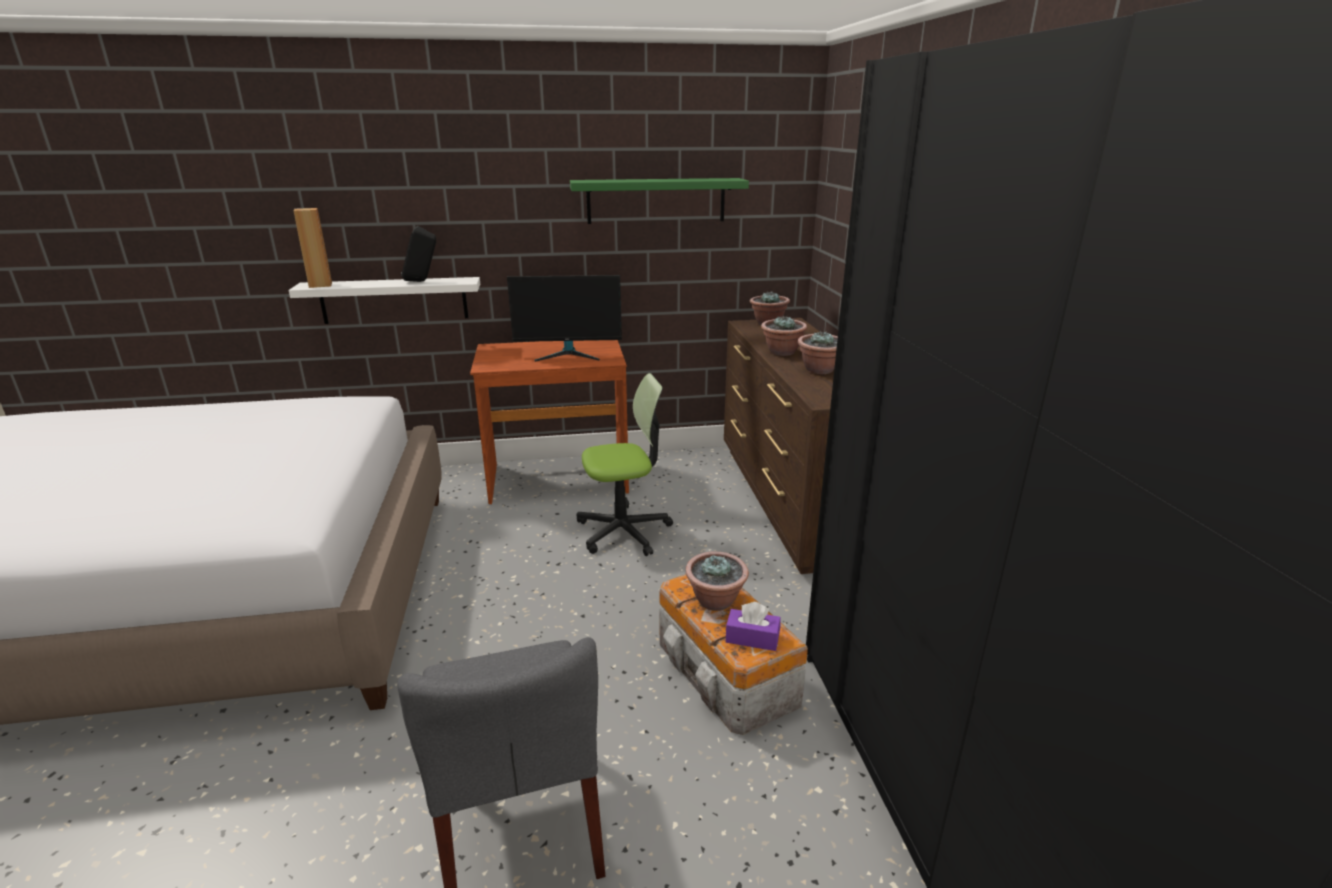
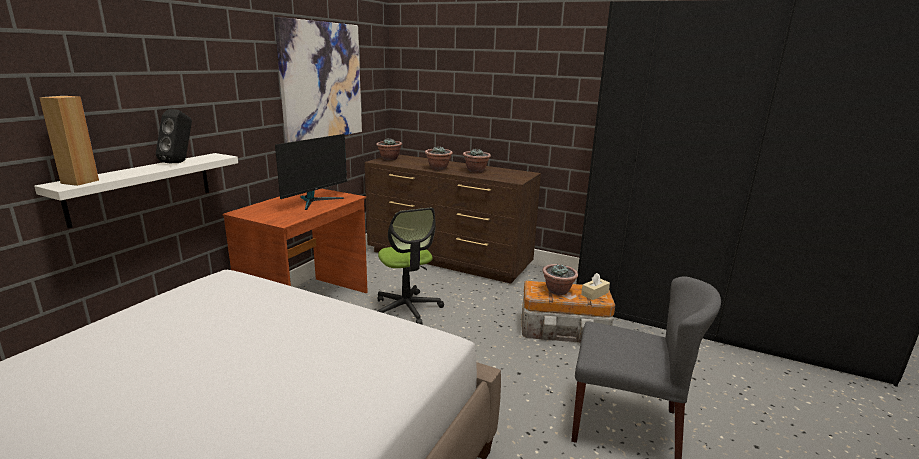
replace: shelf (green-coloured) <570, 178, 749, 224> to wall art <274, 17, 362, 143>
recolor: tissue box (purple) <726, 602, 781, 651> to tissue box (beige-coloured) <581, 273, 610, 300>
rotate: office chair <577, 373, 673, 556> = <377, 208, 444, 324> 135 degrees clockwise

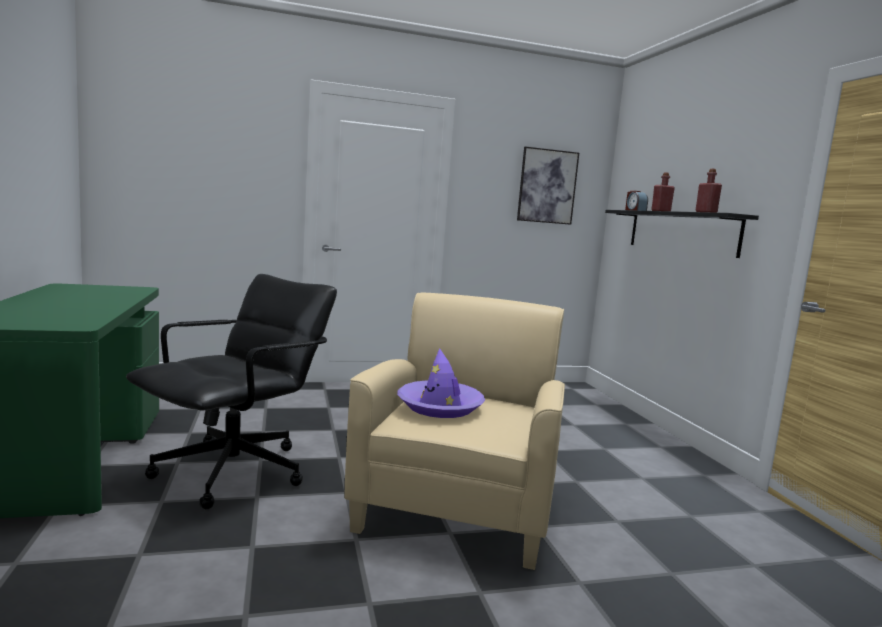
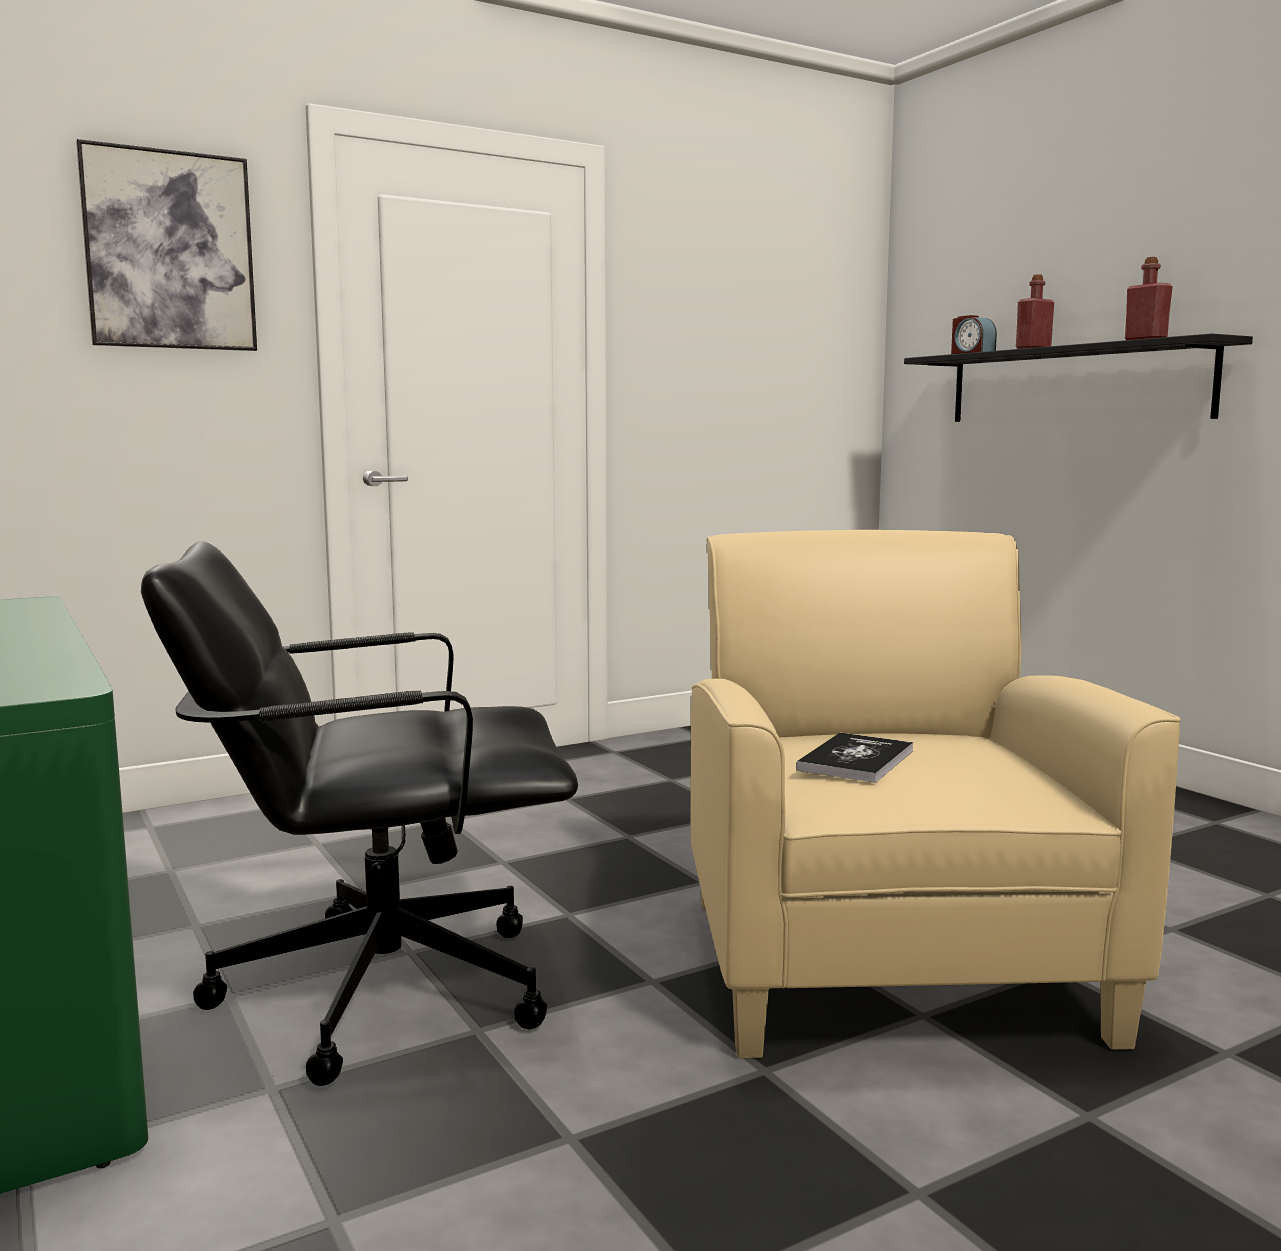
move: wall art <517, 146, 579, 225> to <76, 139, 257, 351>
replace: hat (purple) <397, 348, 485, 418> to volume <796, 733, 913, 783>
rotate: office chair (black) <126, 274, 337, 509> = <141, 541, 578, 1086> 120 degrees counterclockwise

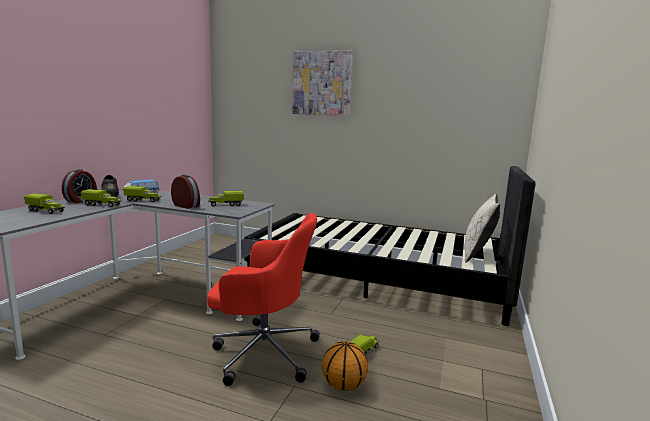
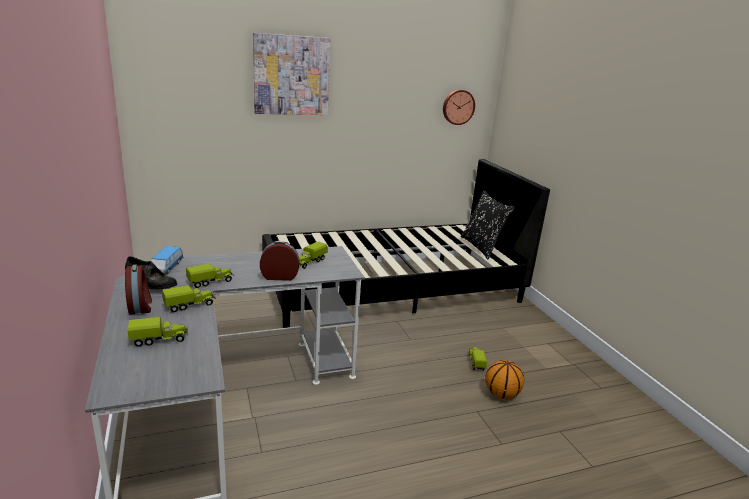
delete: office chair (red-coloured) <207, 213, 320, 386>
insert: wall clock <443, 90, 475, 125>
recolor: pillow (beige-coloured) <465, 194, 500, 263> to pillow (black) <461, 190, 515, 259>

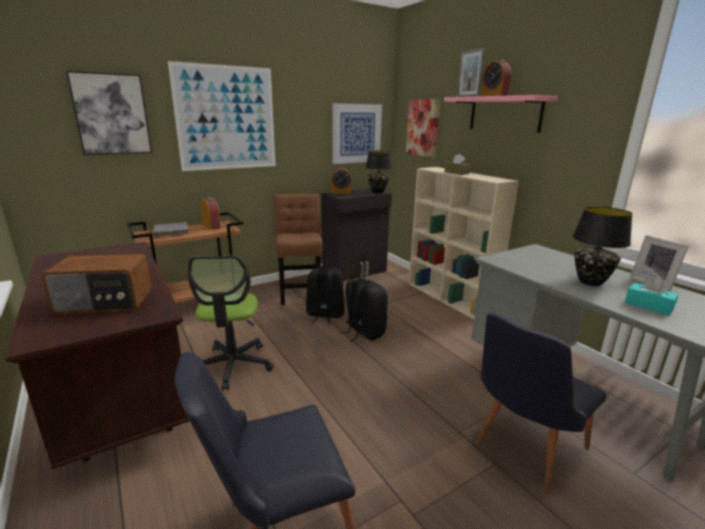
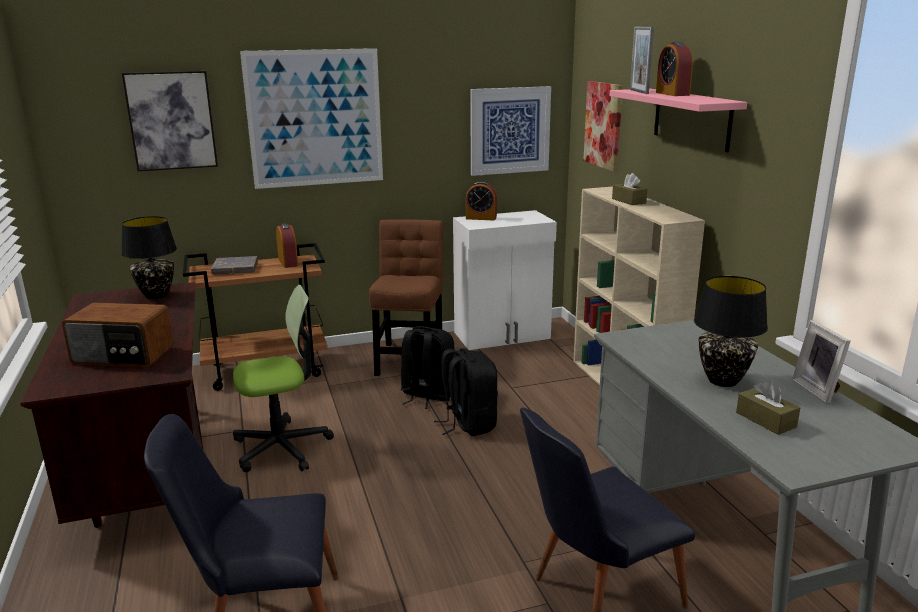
move: tabletop lamp (black) <366, 151, 392, 193> to <121, 216, 177, 299>
recolor: storage cabinet (black) <322, 188, 392, 281> to storage cabinet (white-coloured) <453, 210, 557, 350>; tissue box (turquoise) <625, 276, 679, 315> to tissue box (brownish) <736, 380, 800, 435>
rotate: office chair <188, 256, 274, 391> = <233, 285, 334, 472> 120 degrees counterclockwise

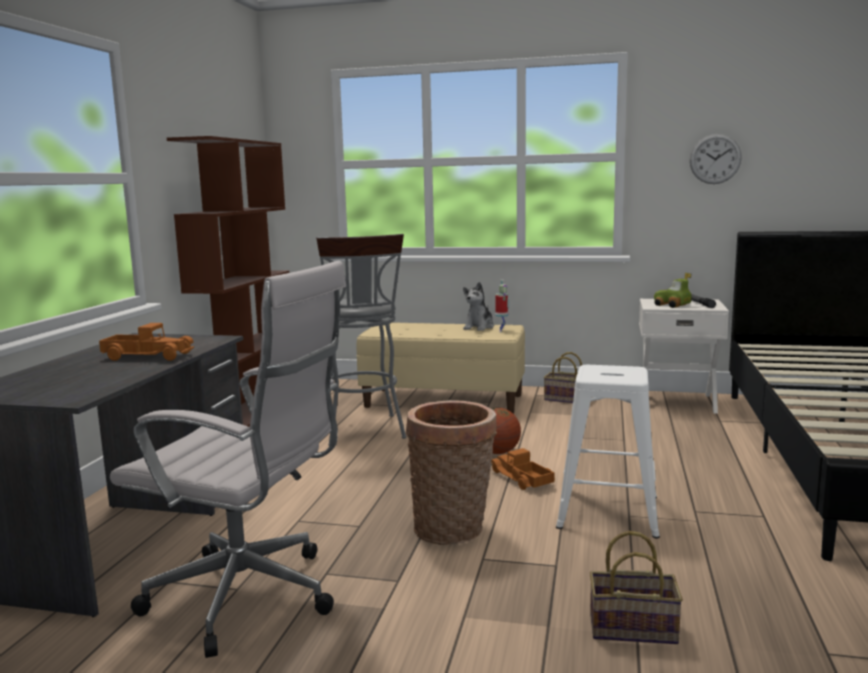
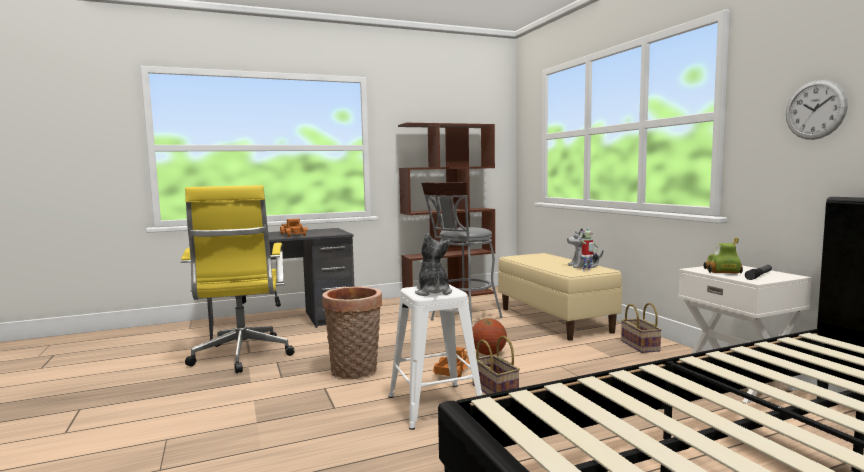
insert: plush toy <415, 233, 452, 296>
move: household basket <590, 531, 683, 644> to <473, 336, 520, 394>
recolor: office chair (white-coloured) <110, 261, 346, 658> to office chair (yellow-coloured) <181, 185, 294, 373>

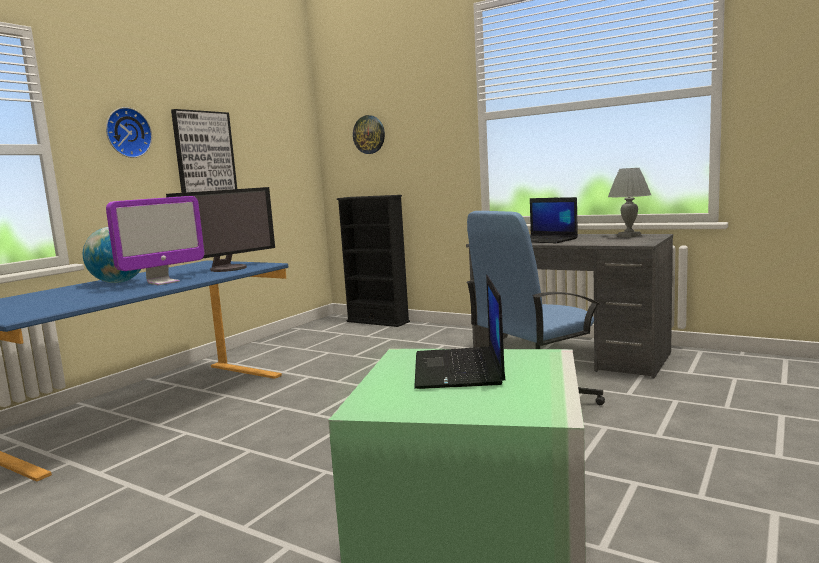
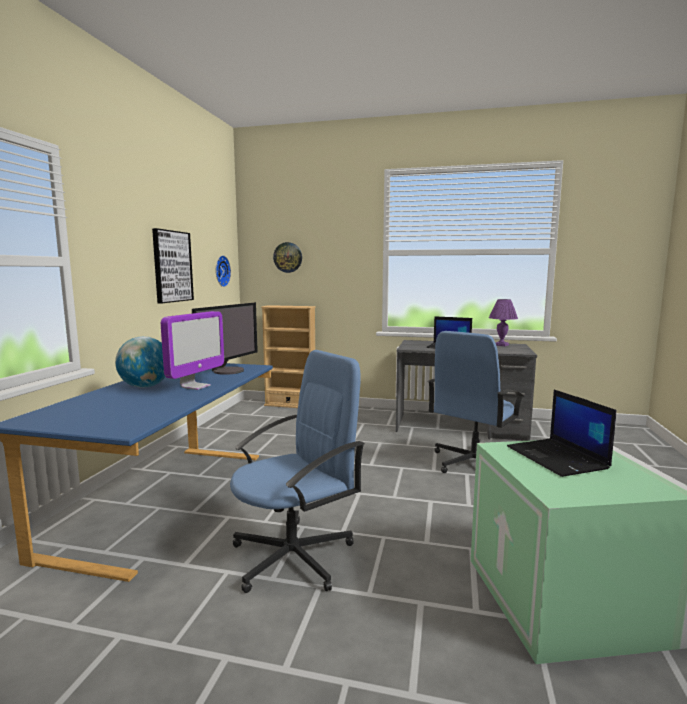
insert: office chair (bluish) <230, 350, 365, 593>
move: wall clock <106, 107, 152, 158> to <216, 255, 231, 287>
recolor: bookshelf (black) <337, 195, 410, 327> to bookshelf (beige-coloured) <261, 305, 316, 408>; tabletop lamp (greyish) <608, 168, 651, 237> to tabletop lamp (purple) <489, 299, 518, 346>

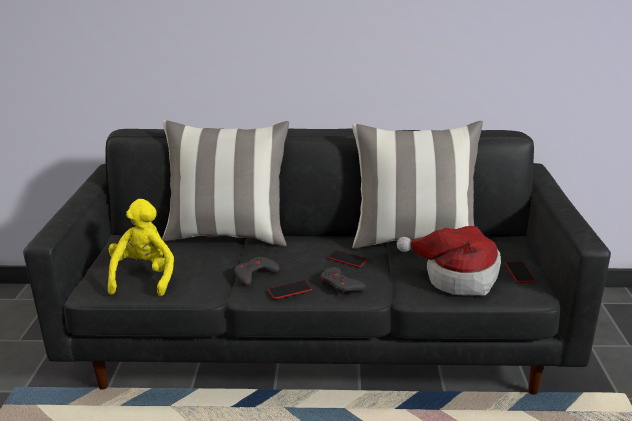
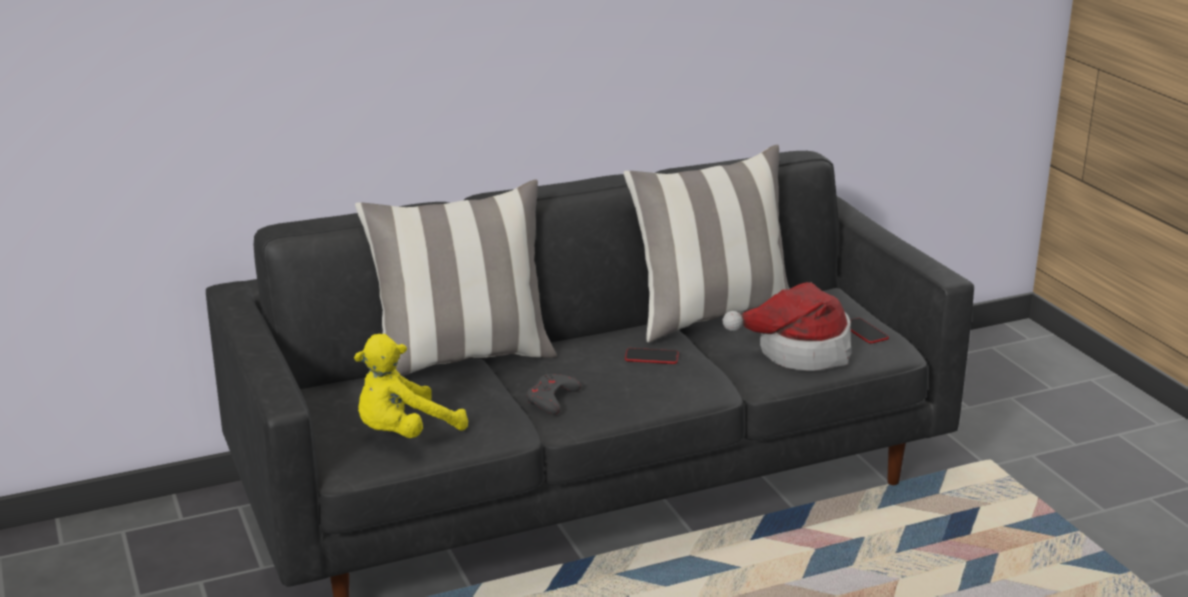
delete: phone <268, 280, 312, 299>; game controller (greyish) <320, 267, 366, 295>
rotate: plush toy (yellow-coloured) <108, 199, 174, 296> = <354, 334, 468, 438> 105 degrees counterclockwise

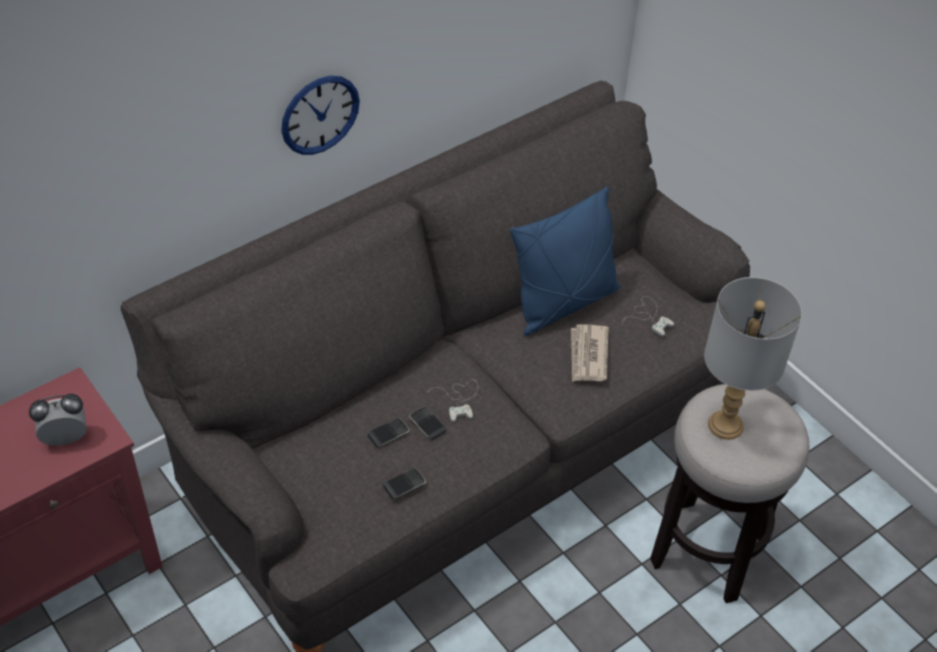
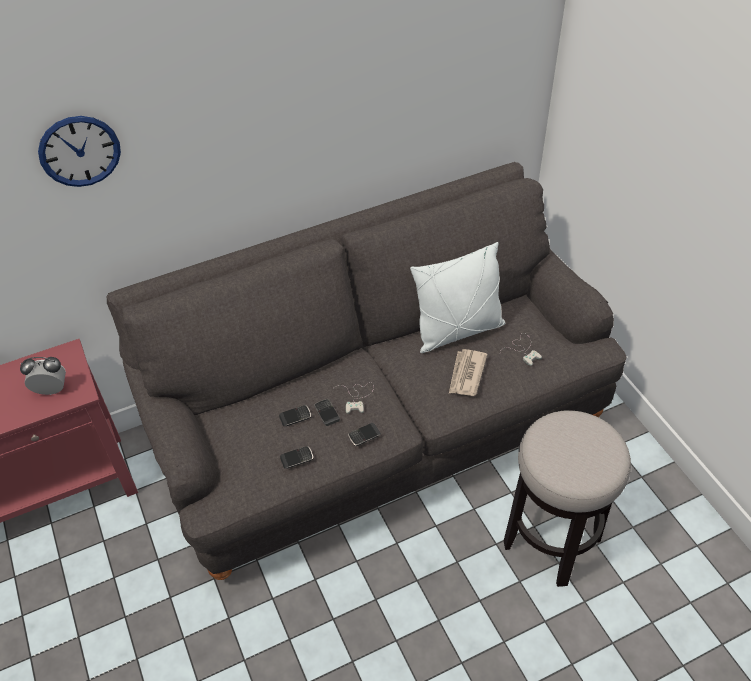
delete: tabletop lamp (greyish) <704, 277, 802, 440>
insert: phone <348, 423, 381, 446>
move: wall clock <281, 76, 360, 155> to <38, 116, 121, 187>
recolor: pillow (bluish) <510, 187, 620, 336> to pillow (white-coloured) <410, 242, 505, 353>

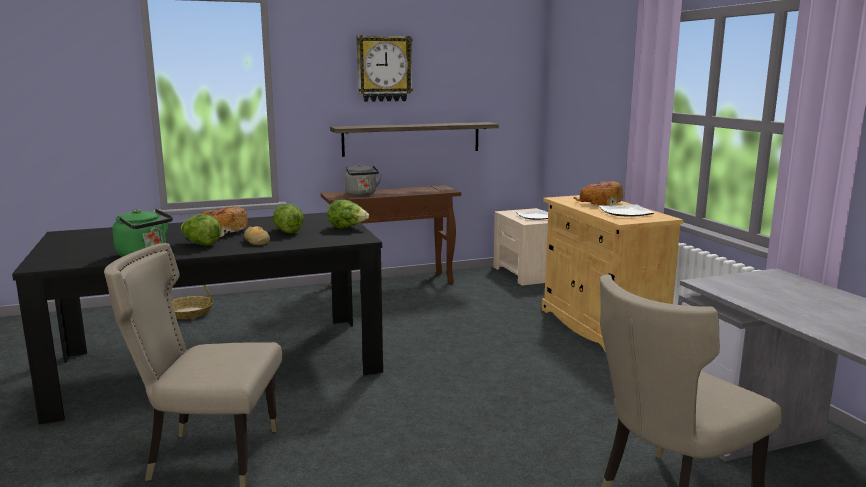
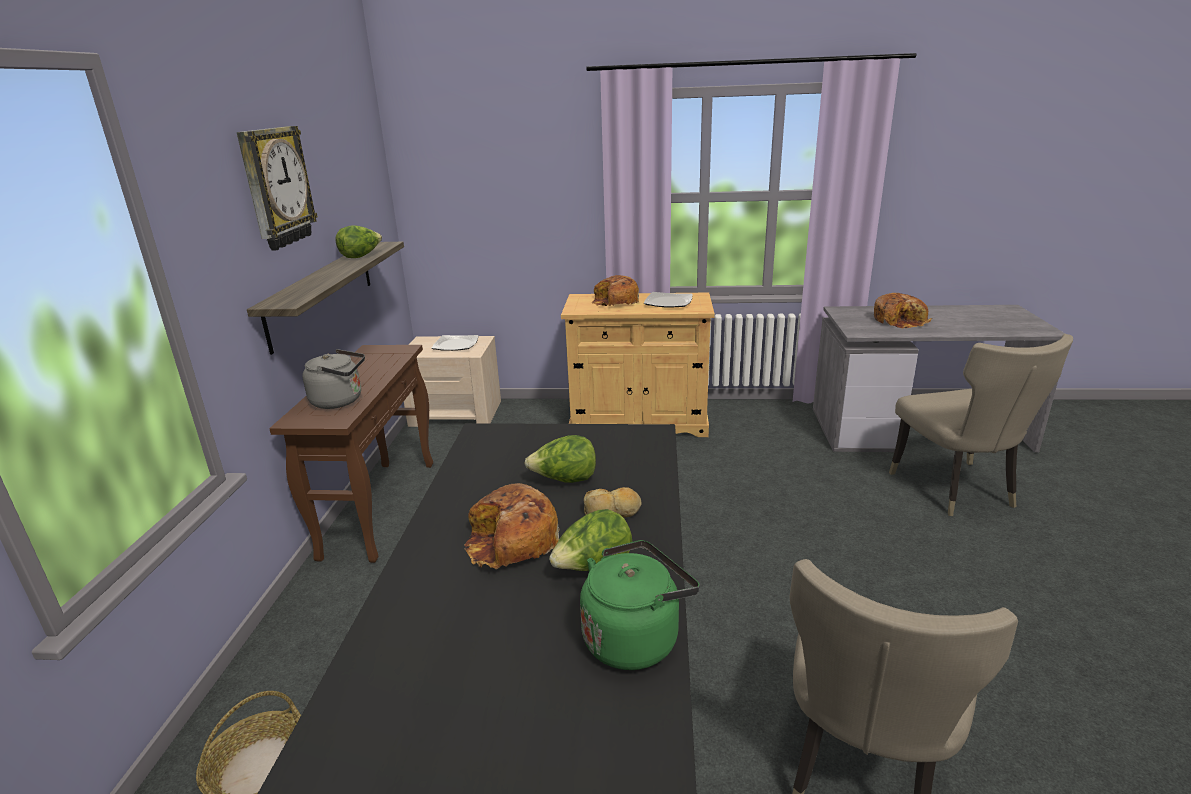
insert: baked bread <874, 293, 933, 329>
move: lettuce <328, 200, 369, 228> to <335, 225, 382, 258>

